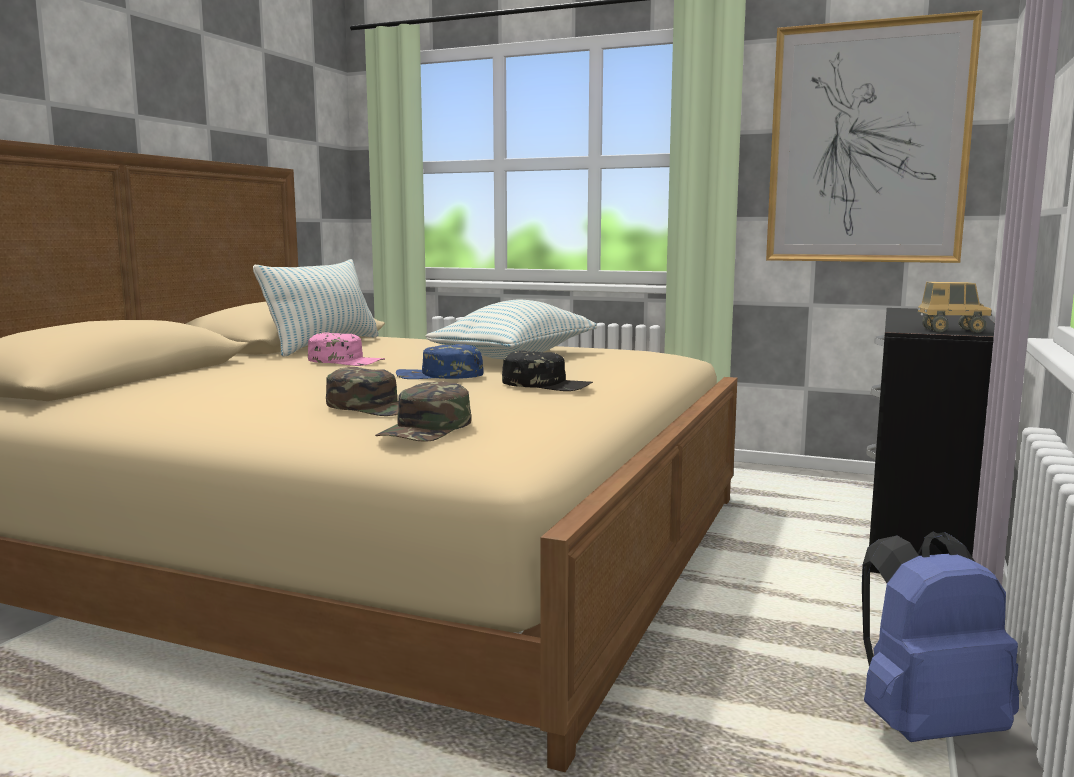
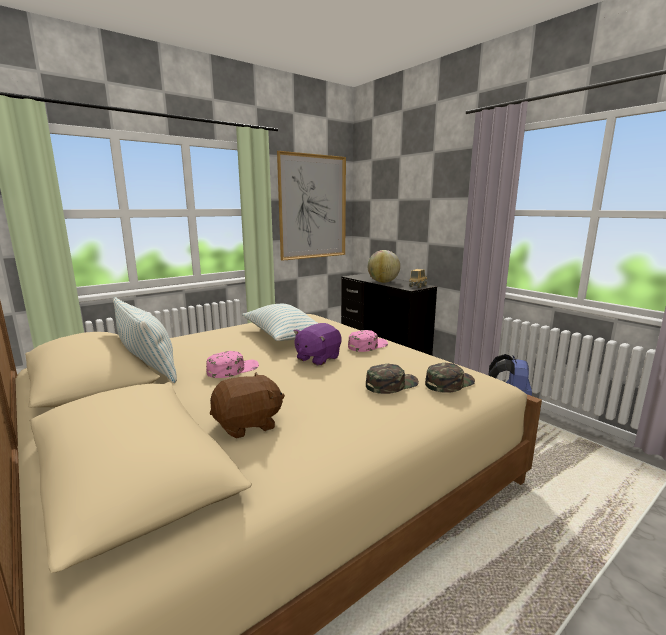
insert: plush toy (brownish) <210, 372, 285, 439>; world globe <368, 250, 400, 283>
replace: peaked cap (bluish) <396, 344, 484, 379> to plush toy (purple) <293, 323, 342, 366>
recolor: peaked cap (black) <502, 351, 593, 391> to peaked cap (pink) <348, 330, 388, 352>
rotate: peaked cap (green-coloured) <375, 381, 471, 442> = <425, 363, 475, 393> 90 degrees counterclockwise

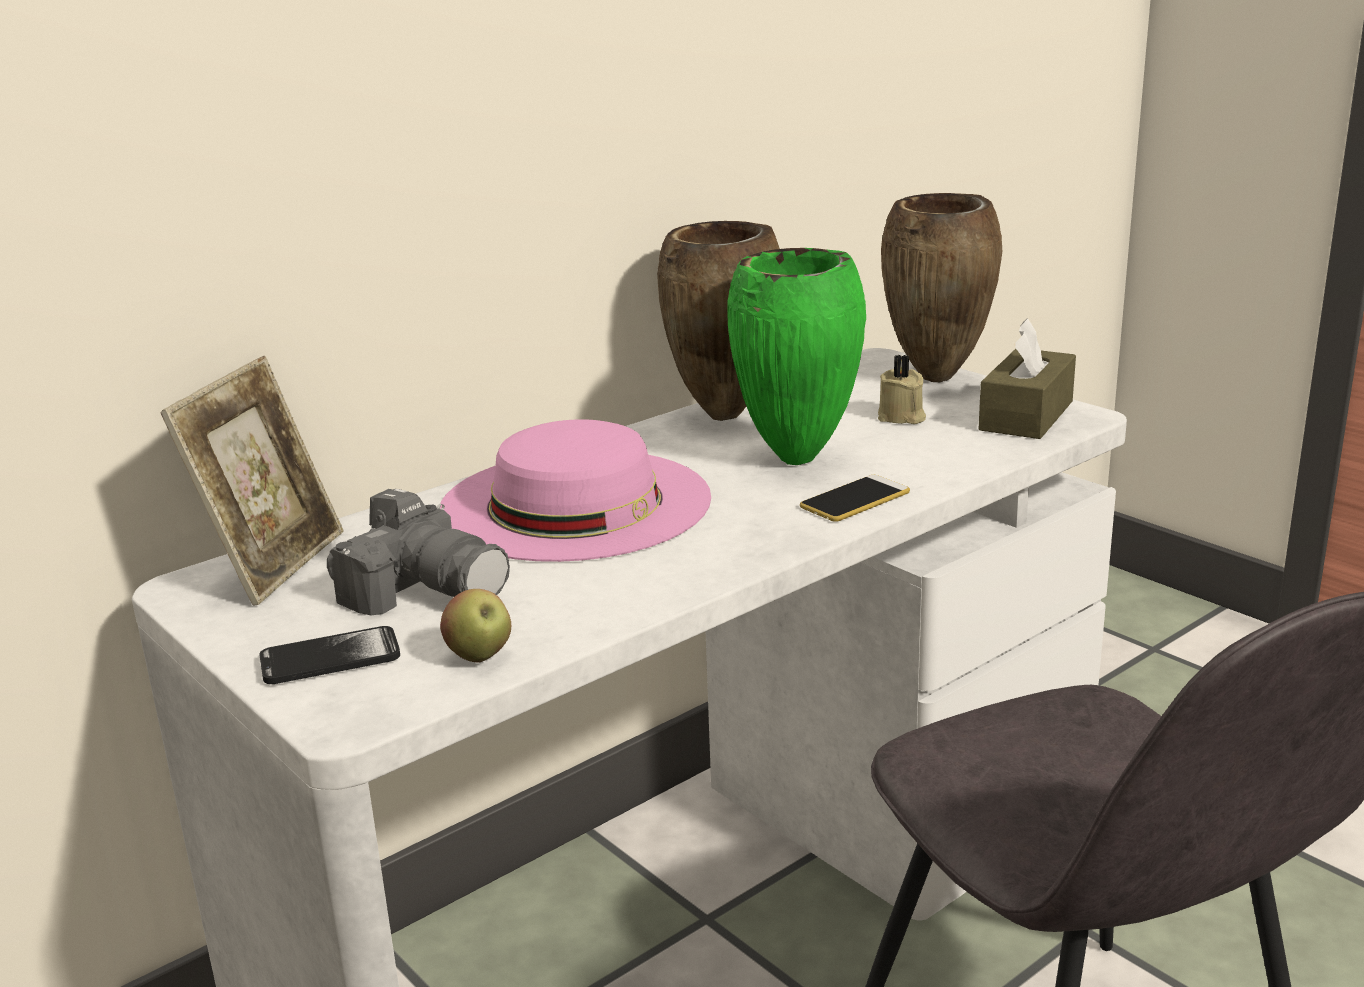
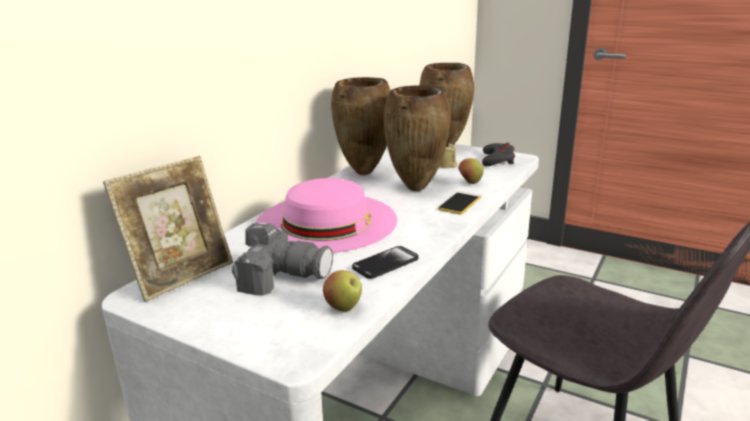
insert: whole apple <458, 158, 484, 184>
move: phone <259, 626, 400, 684> to <352, 246, 418, 279>
replace: tissue box (brownish) <979, 318, 1076, 439> to game controller (greyish) <482, 143, 515, 166>
recolor: flower vase (green-coloured) <727, 248, 866, 465> to flower vase (brownish) <383, 85, 451, 191>
rotate: photo frame <160, 356, 343, 606> = <103, 156, 233, 302> 45 degrees clockwise

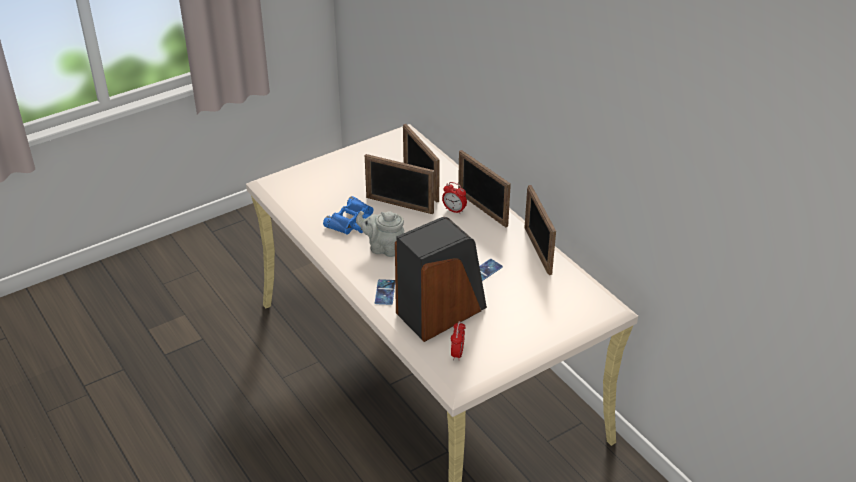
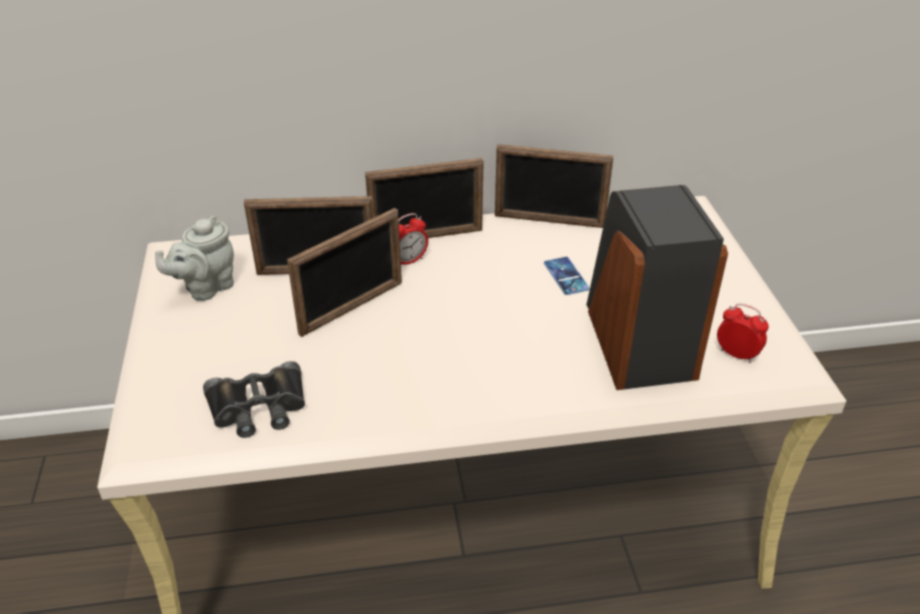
delete: pair of binoculars (bluish) <323, 196, 374, 235>; phone <375, 279, 395, 305>
insert: pair of binoculars (black) <203, 361, 305, 438>
move: tea pot (greyish) <356, 211, 404, 257> to <155, 216, 234, 301>

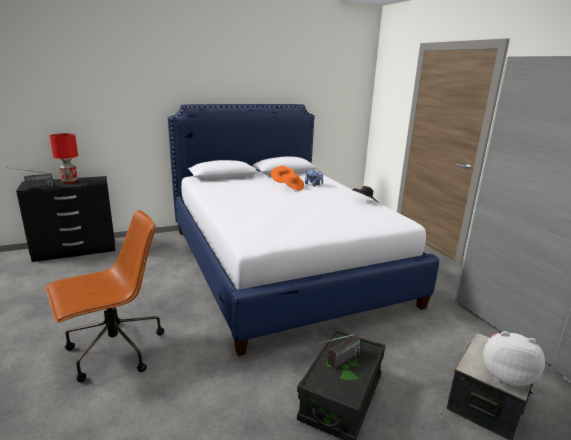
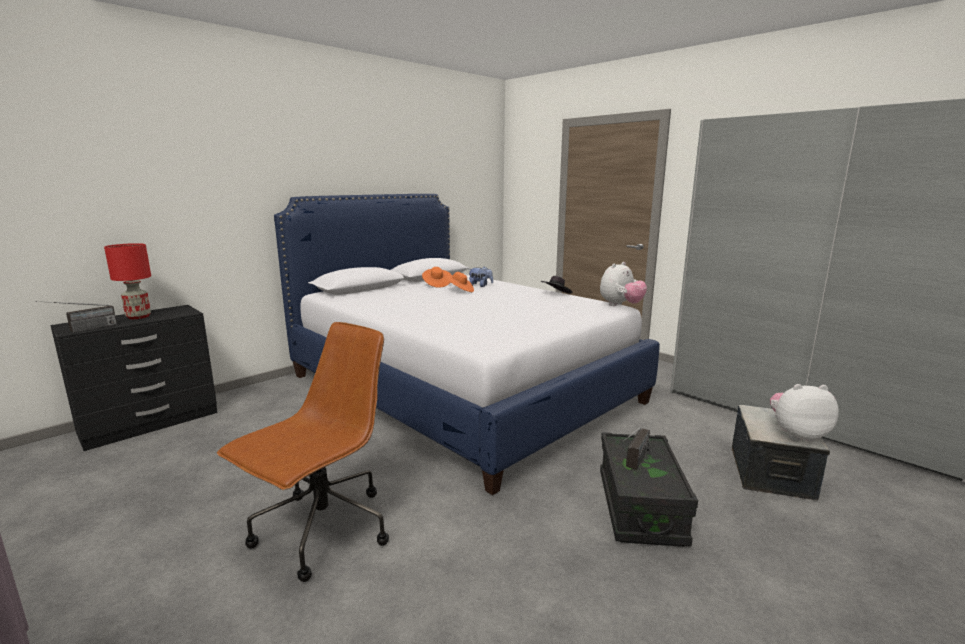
insert: plush toy <600, 262, 647, 306>

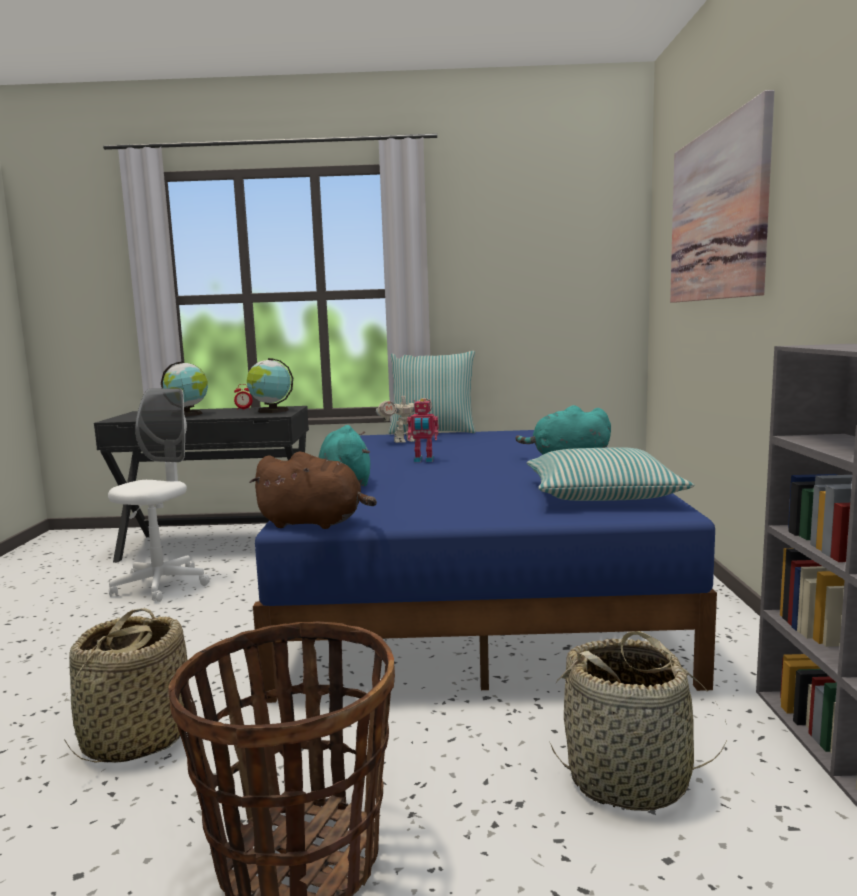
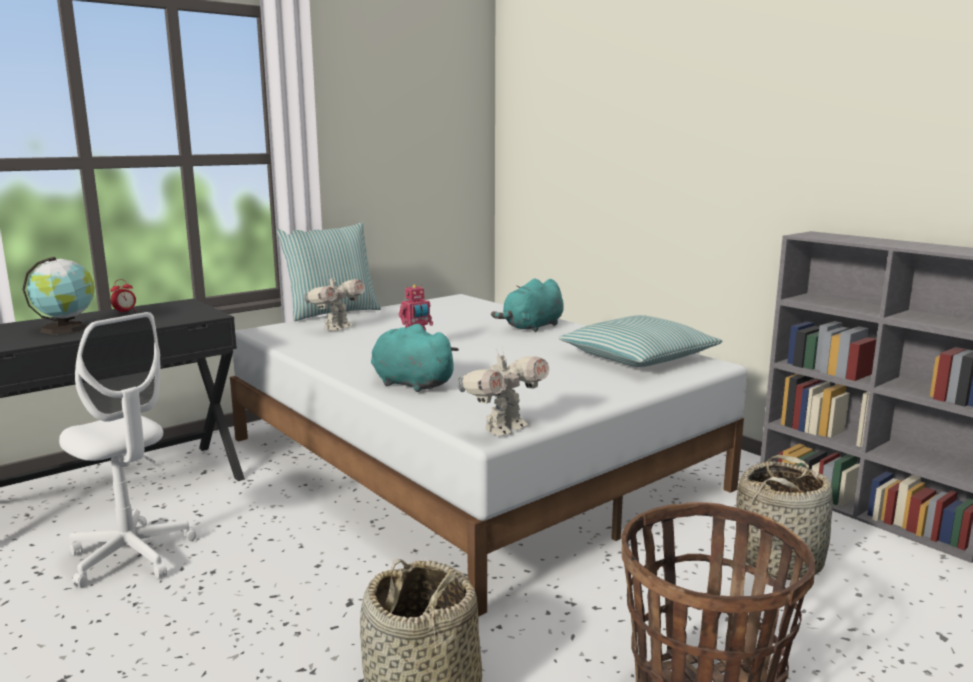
delete: world globe <247, 358, 293, 413>; wall art <670, 90, 774, 303>
replace: plush toy (brownish) <249, 452, 377, 529> to robot figure <456, 346, 549, 436>
recolor: bed (bluish) <253, 430, 717, 703> to bed (white-coloured) <230, 294, 747, 617>
rotate: office chair (white-coloured) <108, 388, 210, 602> = <59, 312, 196, 588> 150 degrees clockwise

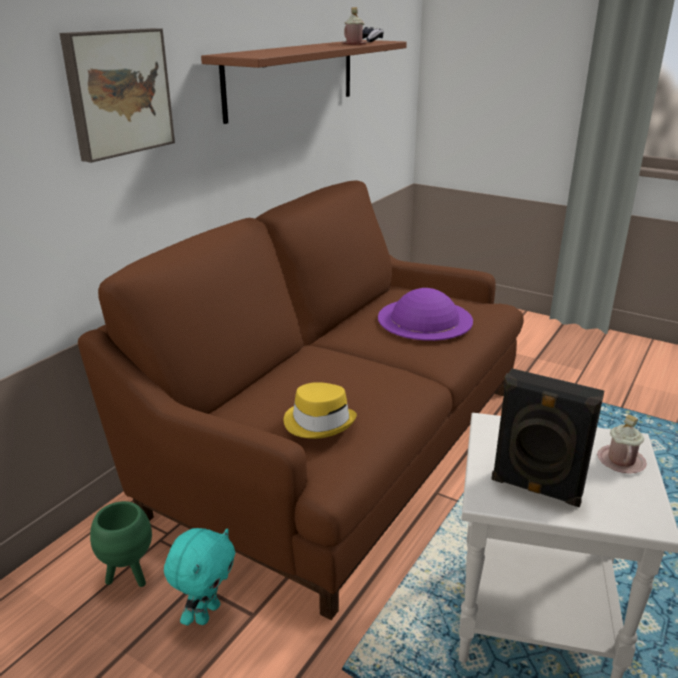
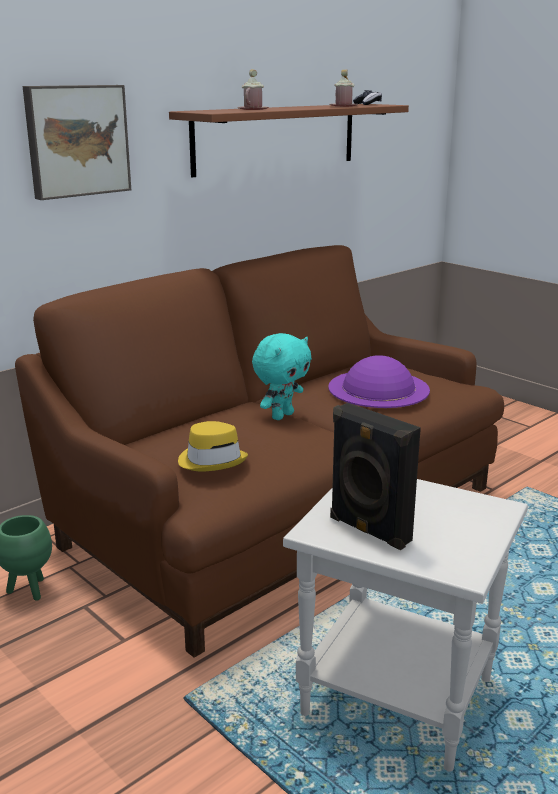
move: plush toy (turquoise) <164, 528, 236, 625> to <252, 333, 312, 420>; tea mug (pink) <597, 414, 647, 473> to <237, 69, 269, 110>

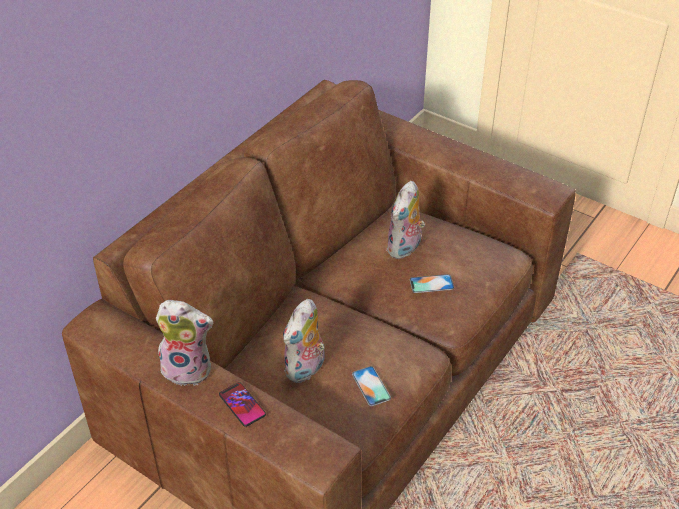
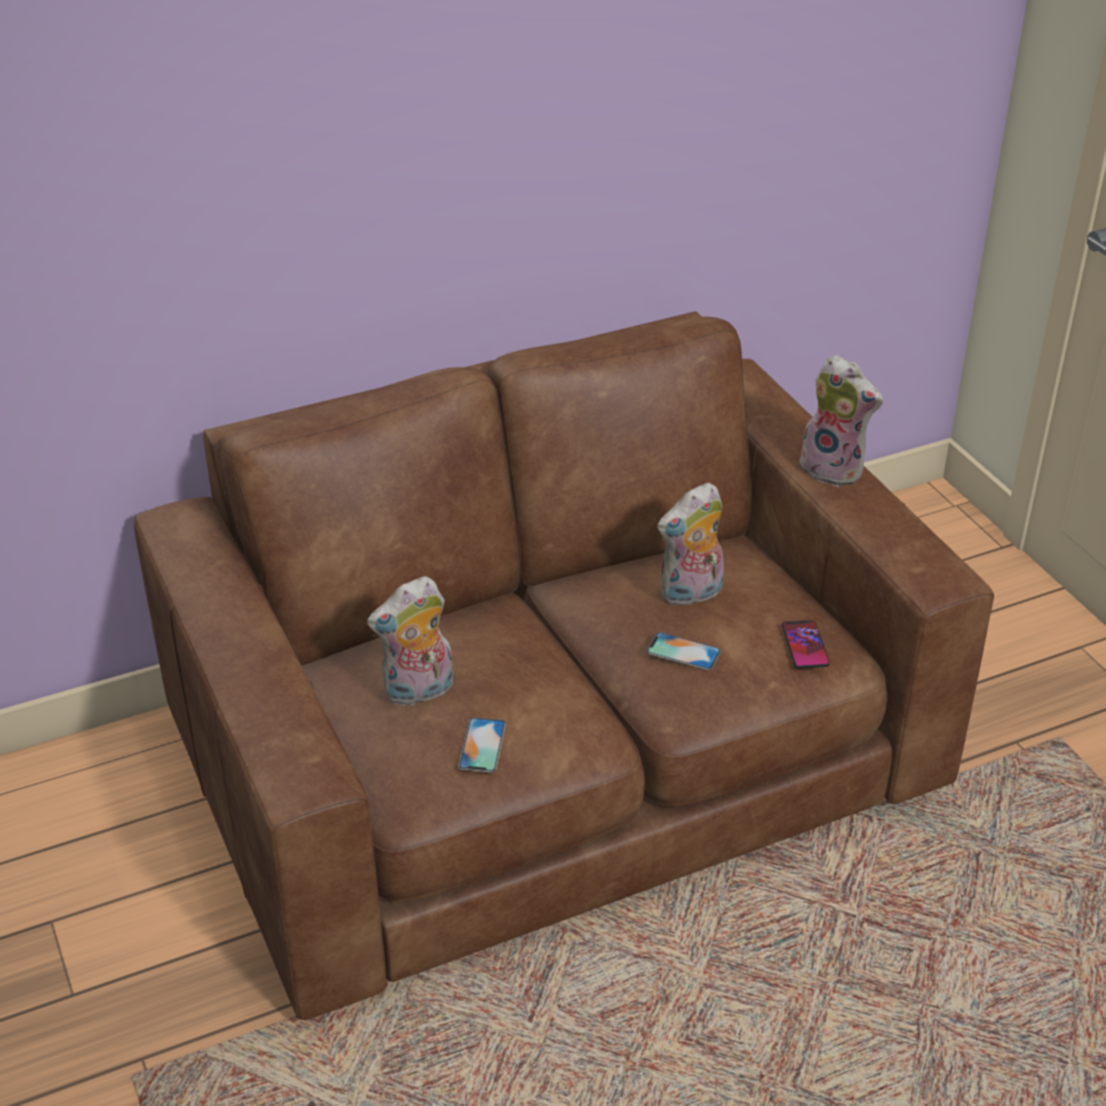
move: plush toy <156, 300, 213, 386> to <797, 355, 883, 487>; phone <219, 382, 266, 427> to <782, 620, 830, 669>

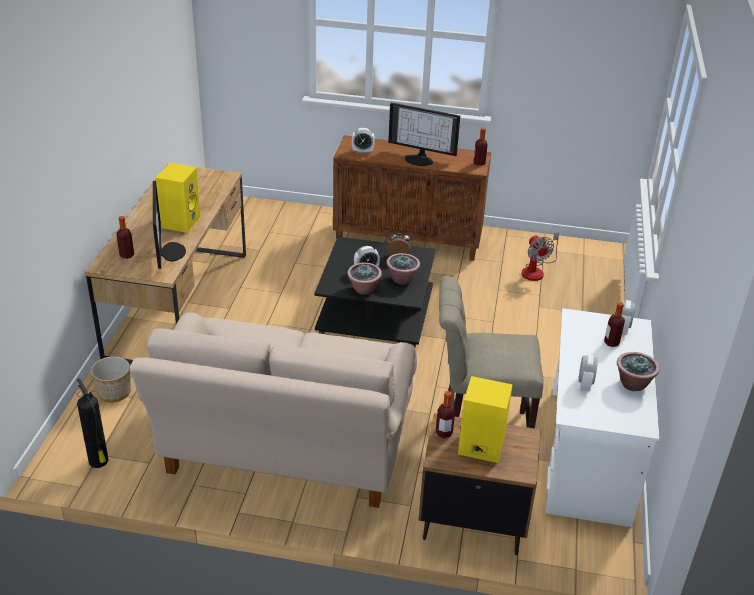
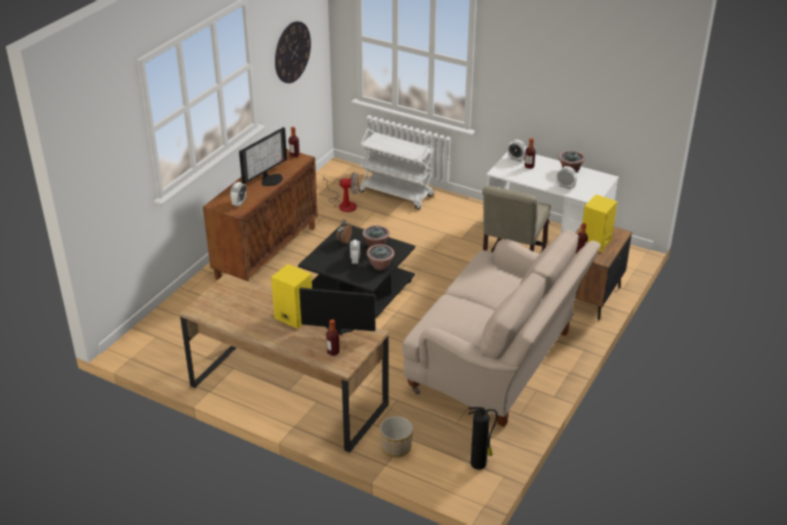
insert: wall clock <275, 21, 311, 83>; cart (white-coloured) <359, 118, 434, 210>

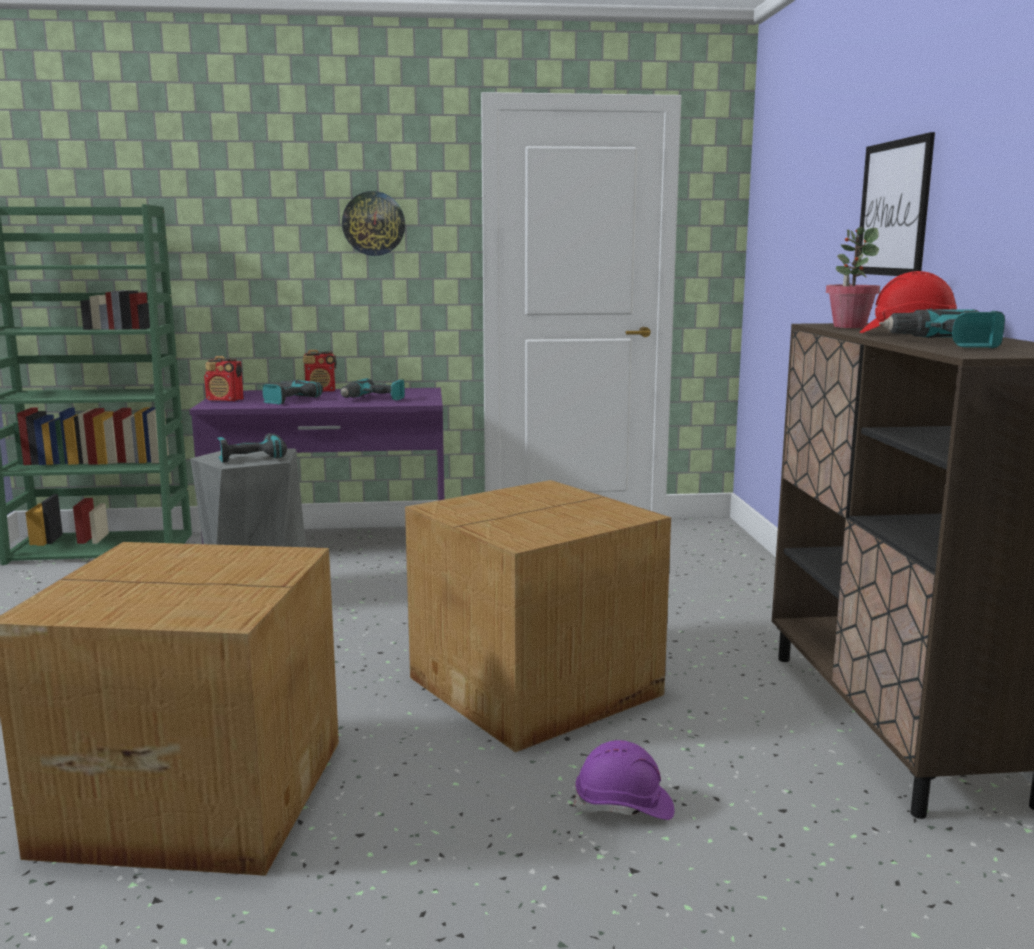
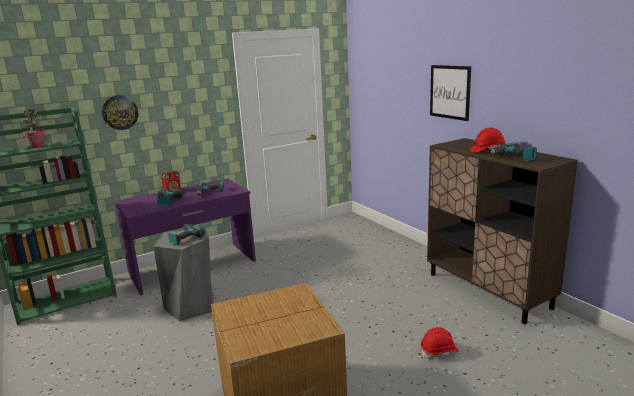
delete: radio <204, 356, 244, 401>; packing box <405, 480, 671, 752>
move: wall clock <342, 191, 405, 256> to <102, 95, 138, 130>; potted plant <826, 227, 880, 328> to <23, 109, 46, 148>
recolor: work helmet (purple) <573, 740, 674, 820> to work helmet (red-coloured) <421, 327, 459, 359>

